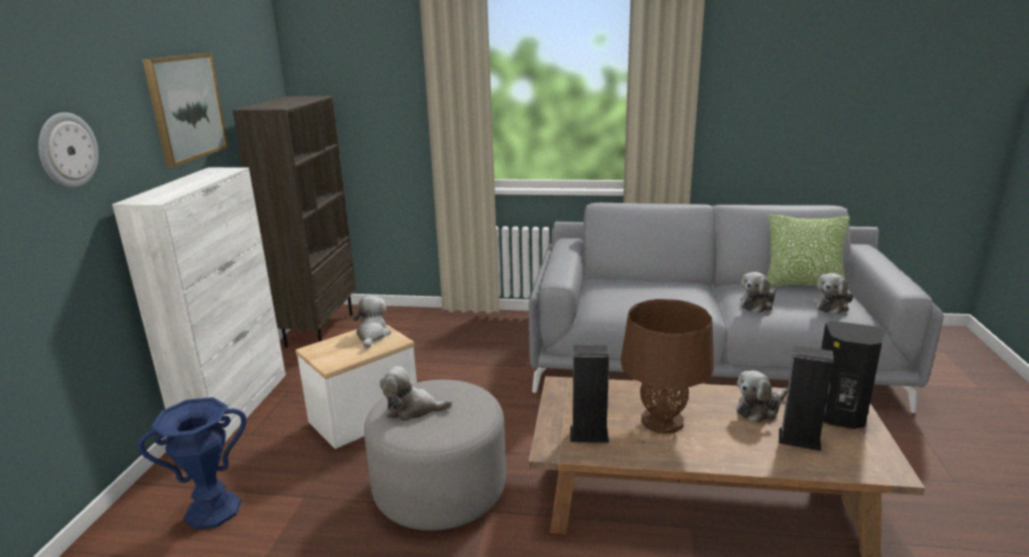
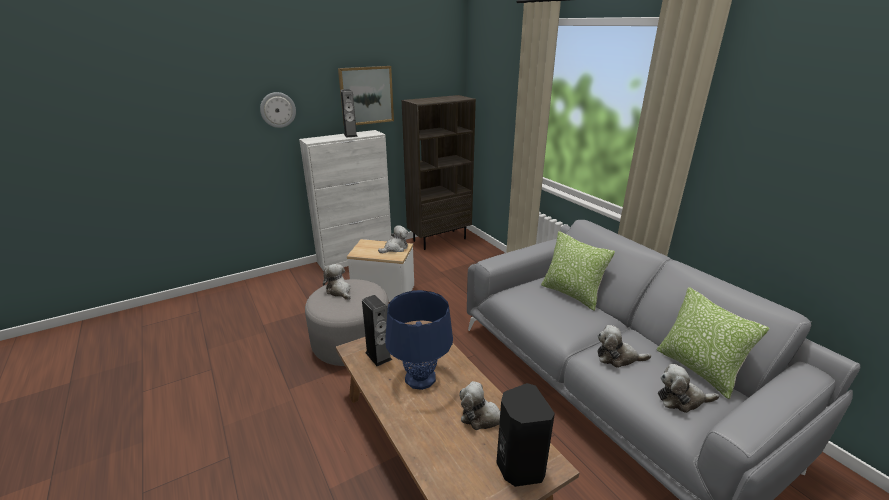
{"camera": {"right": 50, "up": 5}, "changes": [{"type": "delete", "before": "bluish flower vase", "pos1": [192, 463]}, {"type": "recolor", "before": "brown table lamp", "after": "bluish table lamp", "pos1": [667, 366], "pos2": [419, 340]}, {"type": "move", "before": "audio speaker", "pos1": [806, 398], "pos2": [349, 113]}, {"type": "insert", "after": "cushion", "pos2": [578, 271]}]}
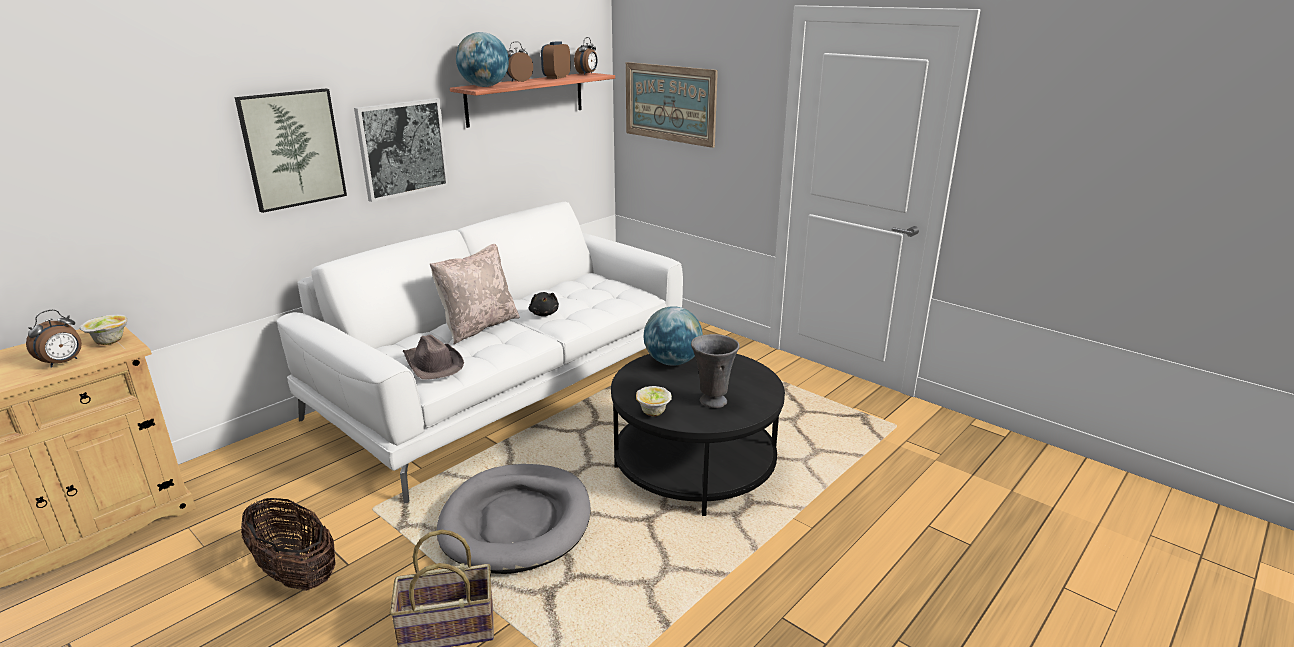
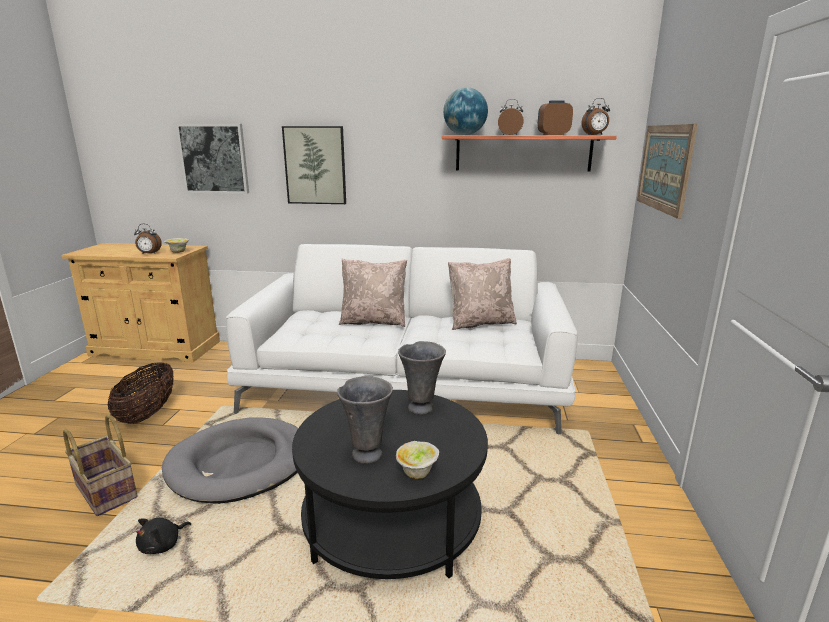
{"camera": {"right": 55, "up": -5}, "changes": [{"type": "move", "before": "wall art", "pos1": [401, 150], "pos2": [212, 159]}, {"type": "delete", "before": "brown wearable hat", "pos1": [433, 357]}, {"type": "move", "before": "blackish plush toy", "pos1": [544, 304], "pos2": [163, 536]}, {"type": "move", "before": "serving bowl", "pos1": [654, 401], "pos2": [417, 460]}, {"type": "replace", "before": "world globe", "after": "grey flower vase", "pos1": [673, 336], "pos2": [422, 378]}, {"type": "insert", "after": "sand-coloured cushion", "pos2": [482, 294]}]}
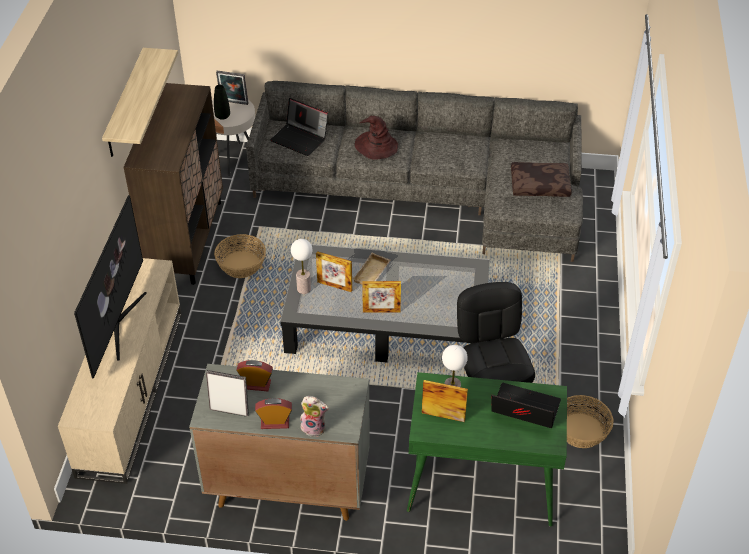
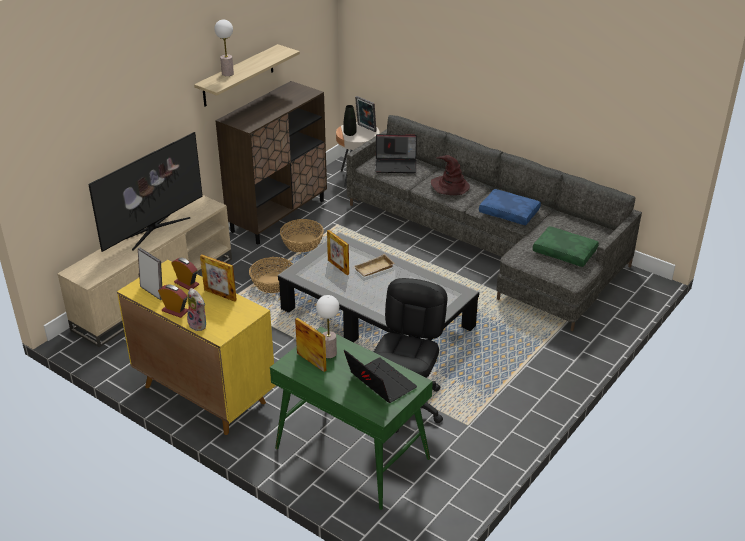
{"camera": {"right": 30, "up": -10}, "changes": [{"type": "recolor", "before": "grey cabinet", "after": "yellowish cabinet", "pos1": [279, 442], "pos2": [196, 347]}, {"type": "rotate", "before": "notebook computer", "pos1": [299, 127], "pos2": [396, 153], "turn": -60}, {"type": "move", "before": "table lamp", "pos1": [301, 266], "pos2": [224, 48]}, {"type": "move", "before": "picture frame", "pos1": [381, 296], "pos2": [218, 278]}, {"type": "recolor", "before": "brown cushion", "after": "green cushion", "pos1": [541, 179], "pos2": [566, 246]}, {"type": "move", "before": "storage basket", "pos1": [590, 421], "pos2": [271, 275]}, {"type": "insert", "after": "bluish cushion", "pos2": [510, 207]}]}
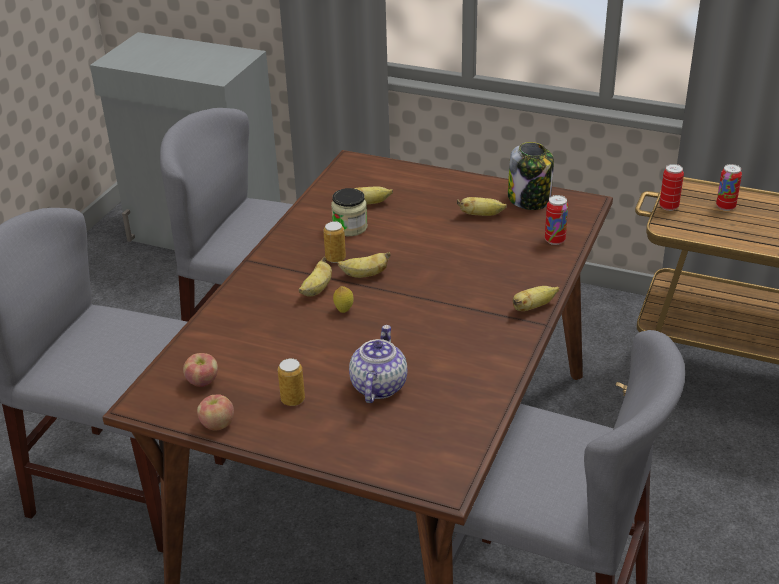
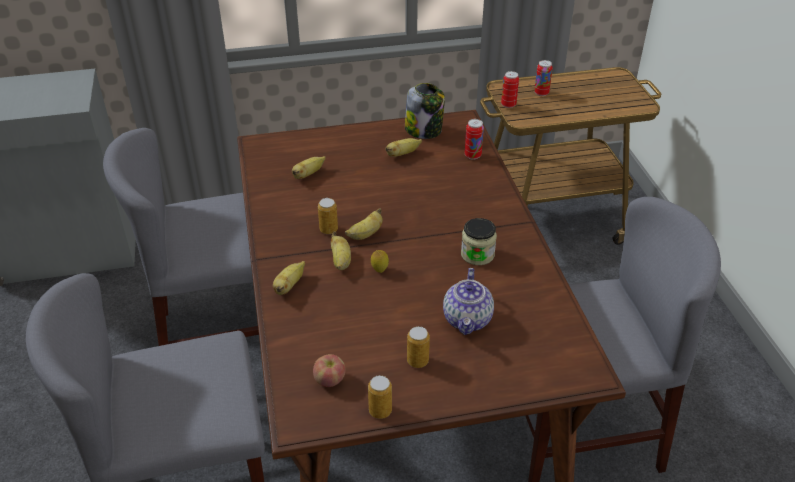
{"camera": {"right": -35, "up": 5}, "changes": [{"type": "replace", "before": "apple fruit", "after": "sealed can", "pos1": [215, 412], "pos2": [380, 397]}, {"type": "move", "before": "preserve jar", "pos1": [349, 212], "pos2": [479, 241]}, {"type": "rotate", "before": "teapot", "pos1": [378, 364], "pos2": [468, 301], "turn": -150}, {"type": "move", "before": "banana", "pos1": [536, 298], "pos2": [289, 278]}]}
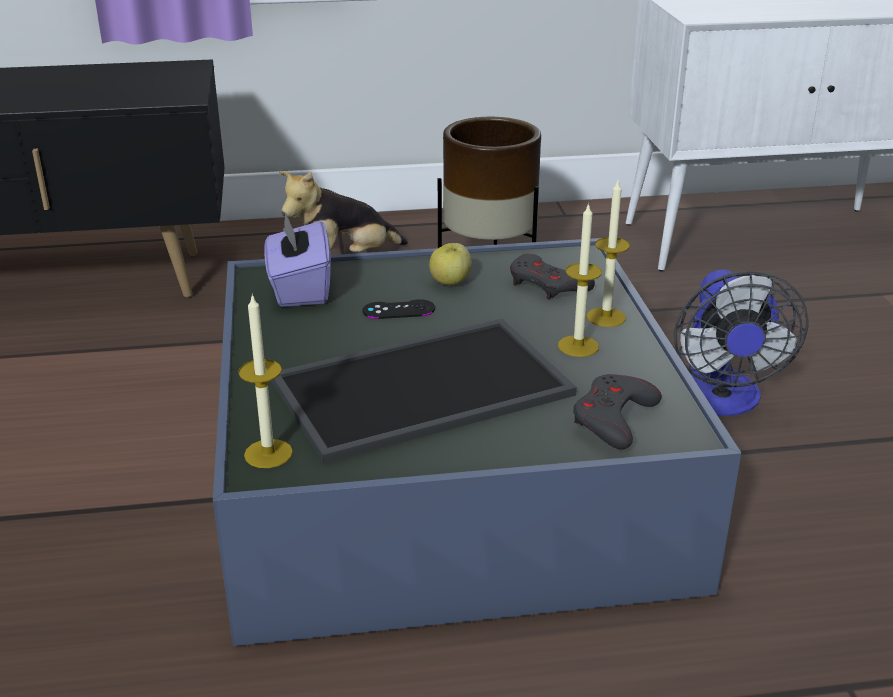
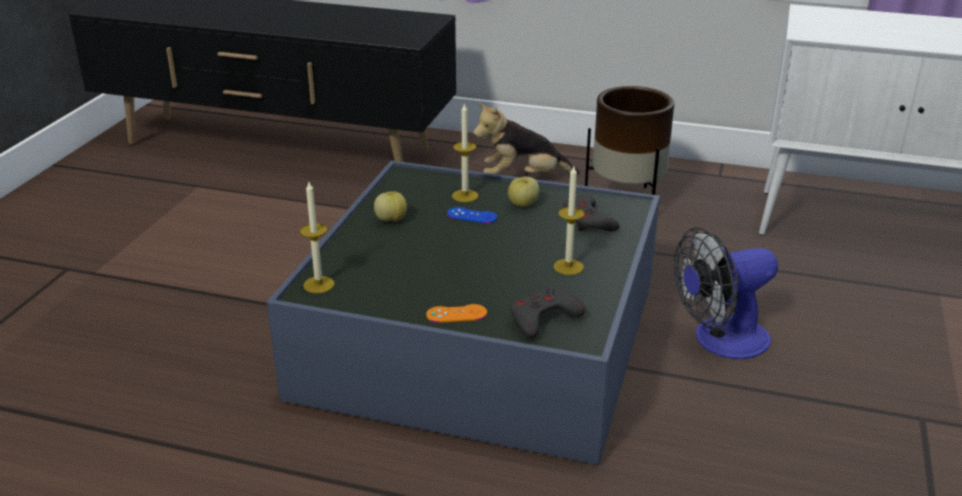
{"camera": {"right": 25, "up": 0}, "changes": [{"type": "delete", "before": "purple tissue holder", "pos1": [297, 259]}, {"type": "delete", "before": "carrying tray", "pos1": [424, 391]}, {"type": "recolor", "before": "blackish joypad", "after": "bluish joypad", "pos1": [398, 309], "pos2": [472, 215]}, {"type": "move", "before": "wax light", "pos1": [608, 254], "pos2": [465, 152]}, {"type": "rotate", "before": "fan", "pos1": [741, 342], "pos2": [726, 293], "turn": 45}, {"type": "insert", "after": "apple fruit", "pos2": [390, 206]}, {"type": "insert", "after": "orange-coloured joypad", "pos2": [456, 313]}]}
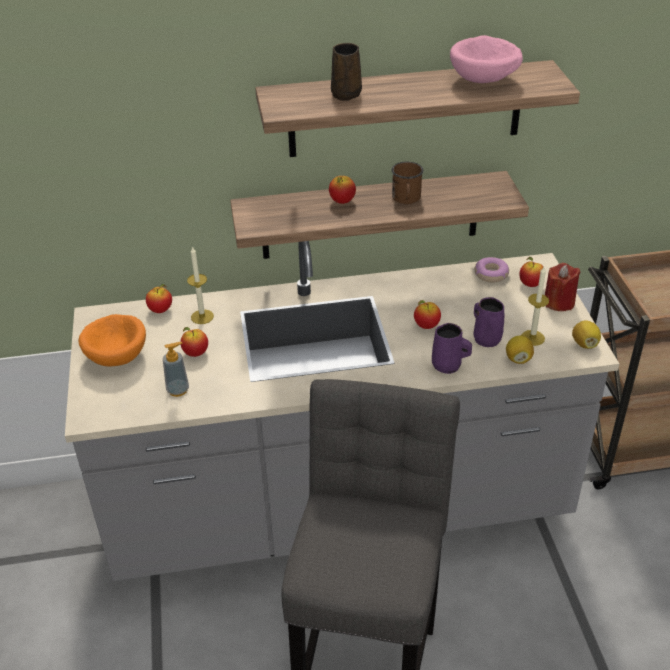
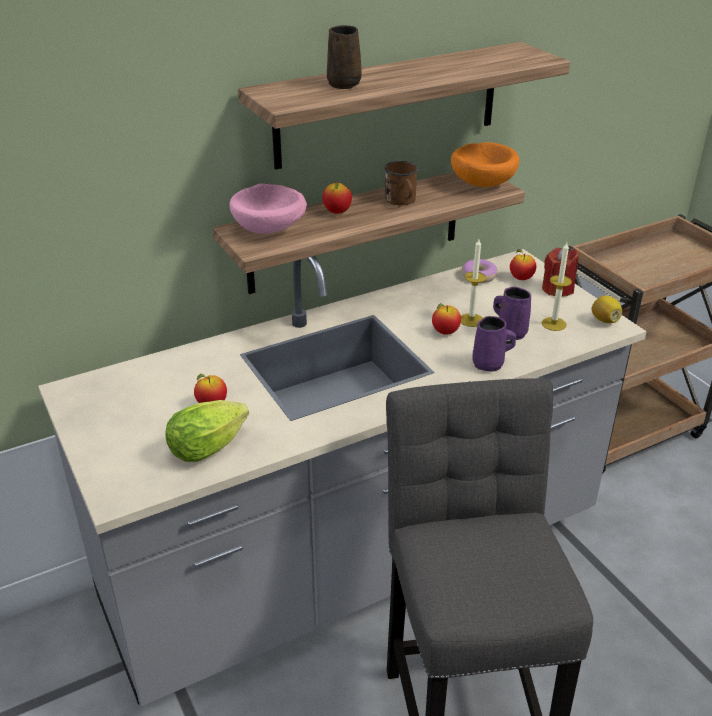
{"camera": {"right": -20, "up": -5}, "changes": [{"type": "move", "before": "orange-coloured serving bowl", "pos1": [112, 340], "pos2": [485, 164]}, {"type": "delete", "before": "apple fruit", "pos1": [159, 298]}, {"type": "replace", "before": "soap dispenser", "after": "head of lettuce", "pos1": [176, 369], "pos2": [207, 431]}, {"type": "move", "before": "wax light", "pos1": [200, 285], "pos2": [473, 283]}, {"type": "move", "before": "pink serving bowl", "pos1": [486, 59], "pos2": [268, 208]}, {"type": "delete", "before": "whole lemon", "pos1": [520, 349]}]}
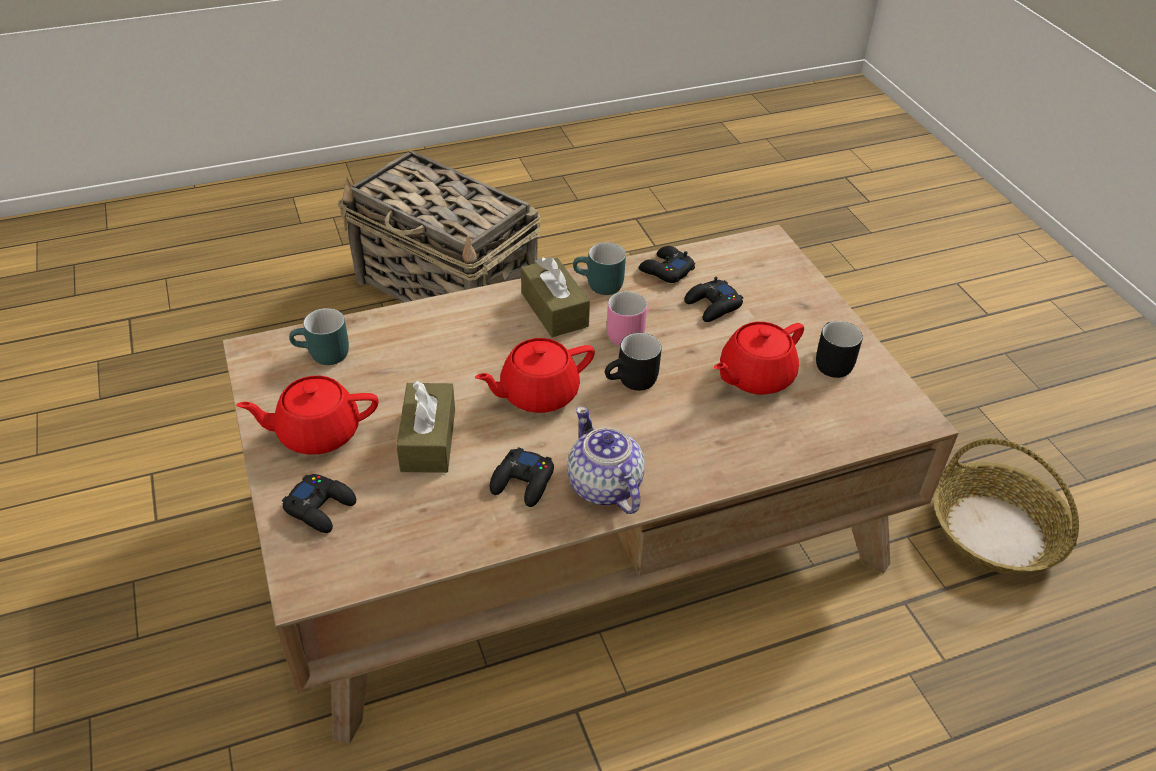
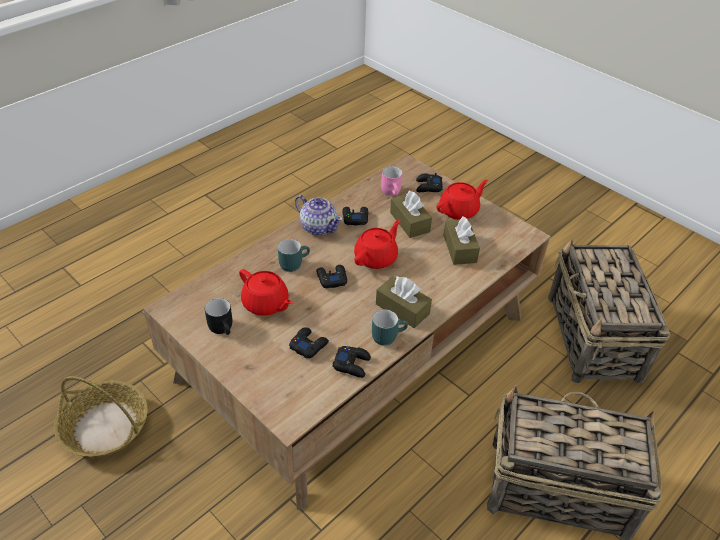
{"camera": {"right": 155, "up": 0}, "changes": [{"type": "move", "before": "blue-green tea mug", "pos1": [319, 336], "pos2": [294, 255]}, {"type": "replace", "before": "blackish tea mug", "after": "blackish joypad", "pos1": [633, 362], "pos2": [331, 277]}, {"type": "move", "before": "pink tea mug", "pos1": [627, 318], "pos2": [392, 181]}, {"type": "rotate", "before": "red-coloured teapot", "pos1": [759, 358], "pos2": [266, 292], "turn": 105}, {"type": "insert", "after": "brown tissue holder", "pos2": [461, 240]}, {"type": "insert", "after": "storage basket", "pos2": [609, 311]}]}
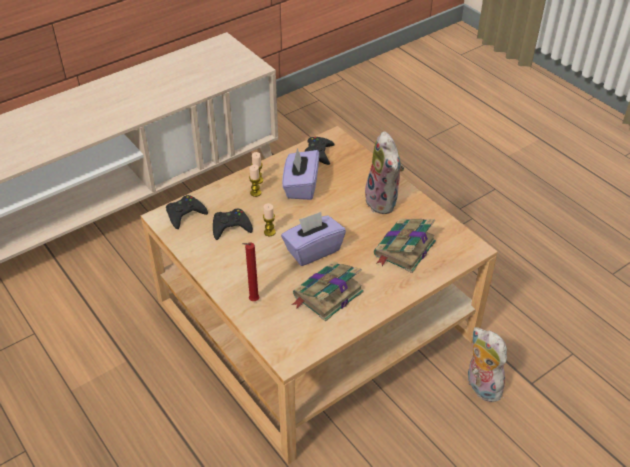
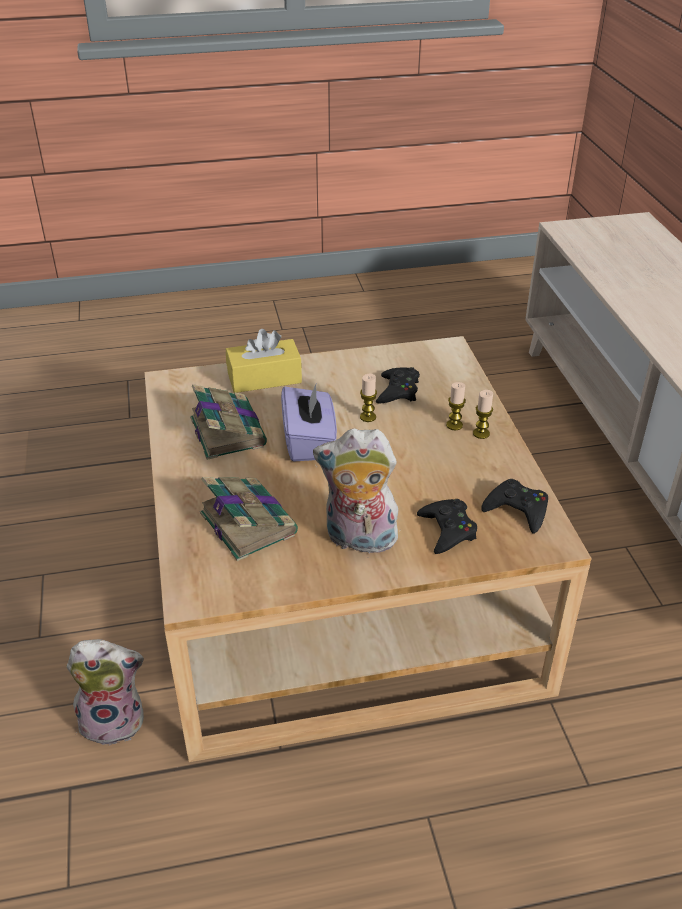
{"camera": {"right": 115, "up": -5}, "changes": [{"type": "move", "before": "blackish joypad", "pos1": [187, 212], "pos2": [447, 526]}, {"type": "replace", "before": "red-coloured wax light", "after": "yellowish tissue holder", "pos1": [251, 271], "pos2": [264, 361]}, {"type": "delete", "before": "purple tissue holder", "pos1": [300, 174]}]}
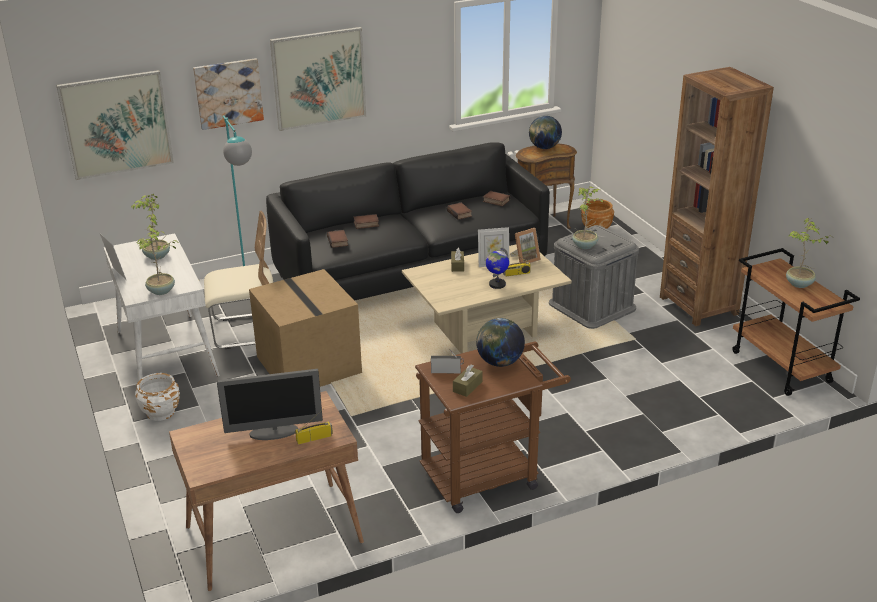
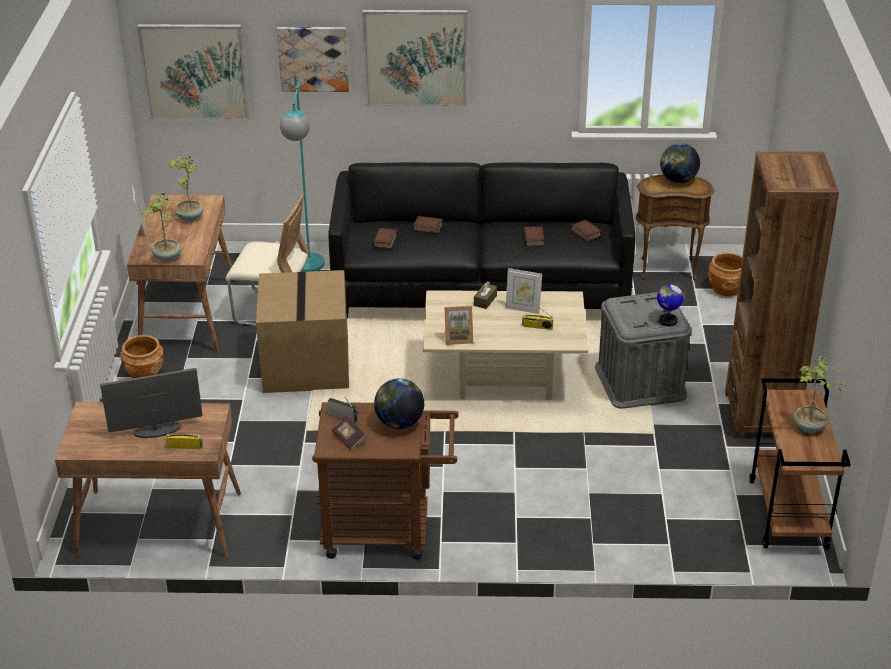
{"camera": {"right": 25, "up": 5}, "changes": [{"type": "recolor", "before": "whitish desk table", "after": "brown desk table", "pos1": [161, 307], "pos2": [181, 273]}, {"type": "recolor", "before": "whitish plant pot", "after": "brown plant pot", "pos1": [157, 397], "pos2": [142, 357]}, {"type": "rotate", "before": "computer screen", "pos1": [270, 404], "pos2": [151, 403], "turn": 150}, {"type": "replace", "before": "brown tissue holder", "after": "bound book", "pos1": [468, 380], "pos2": [349, 433]}, {"type": "move", "before": "world globe", "pos1": [497, 268], "pos2": [671, 304]}, {"type": "move", "before": "picture frame", "pos1": [525, 245], "pos2": [458, 325]}, {"type": "delete", "before": "potted plant", "pos1": [587, 217]}]}
